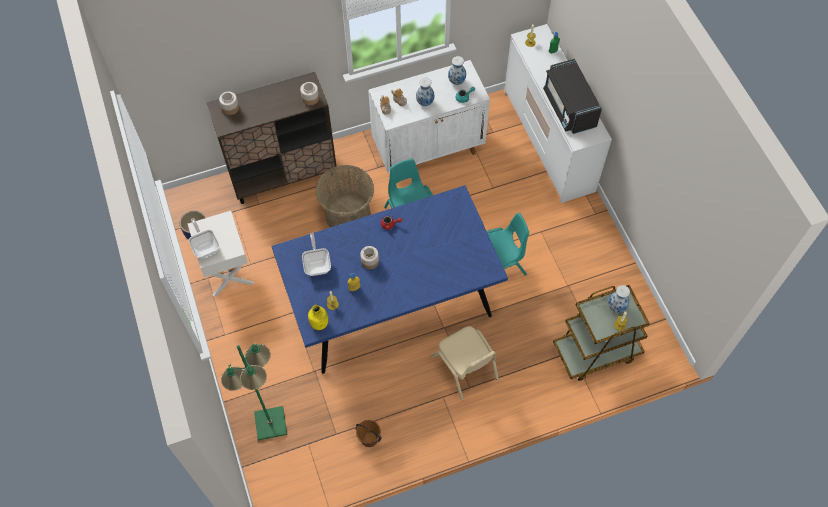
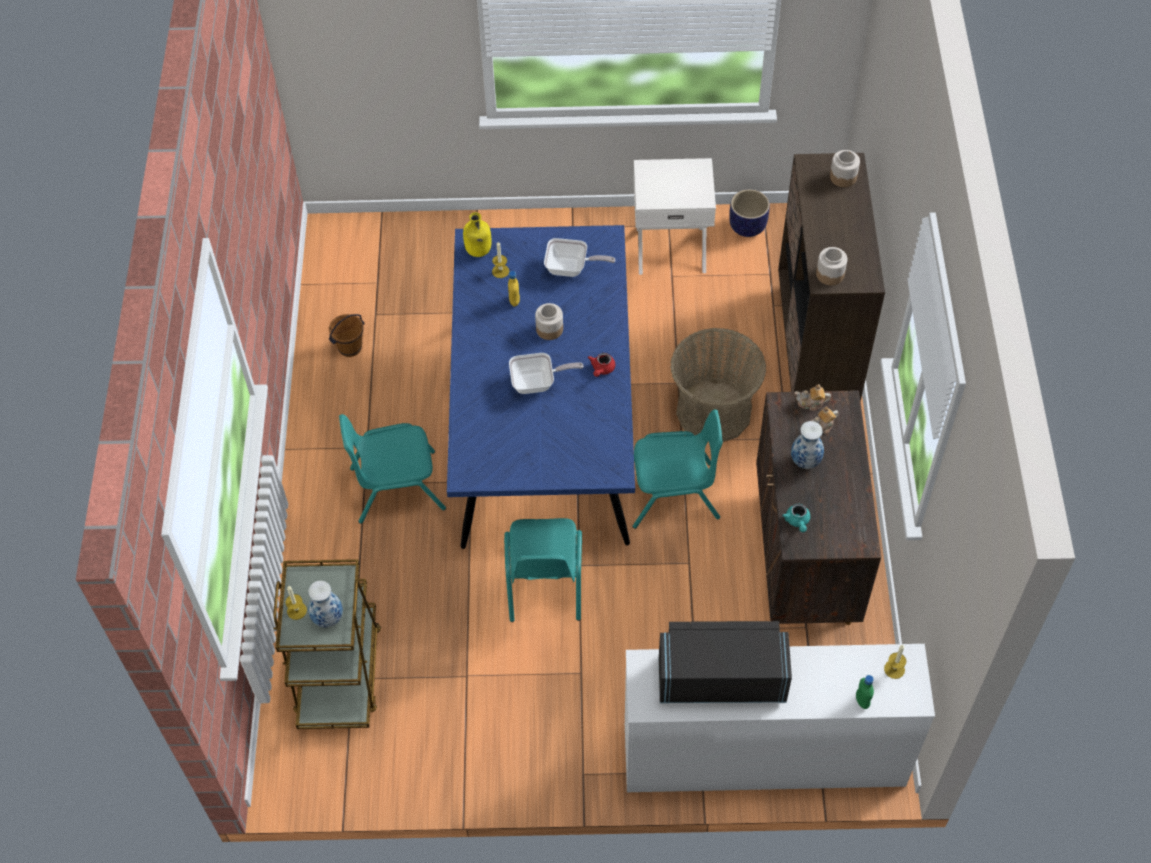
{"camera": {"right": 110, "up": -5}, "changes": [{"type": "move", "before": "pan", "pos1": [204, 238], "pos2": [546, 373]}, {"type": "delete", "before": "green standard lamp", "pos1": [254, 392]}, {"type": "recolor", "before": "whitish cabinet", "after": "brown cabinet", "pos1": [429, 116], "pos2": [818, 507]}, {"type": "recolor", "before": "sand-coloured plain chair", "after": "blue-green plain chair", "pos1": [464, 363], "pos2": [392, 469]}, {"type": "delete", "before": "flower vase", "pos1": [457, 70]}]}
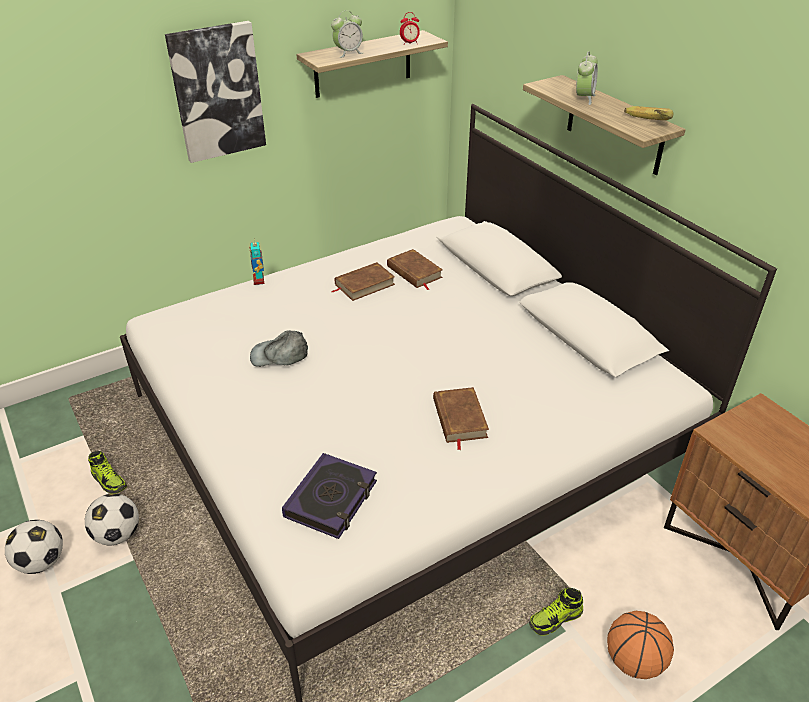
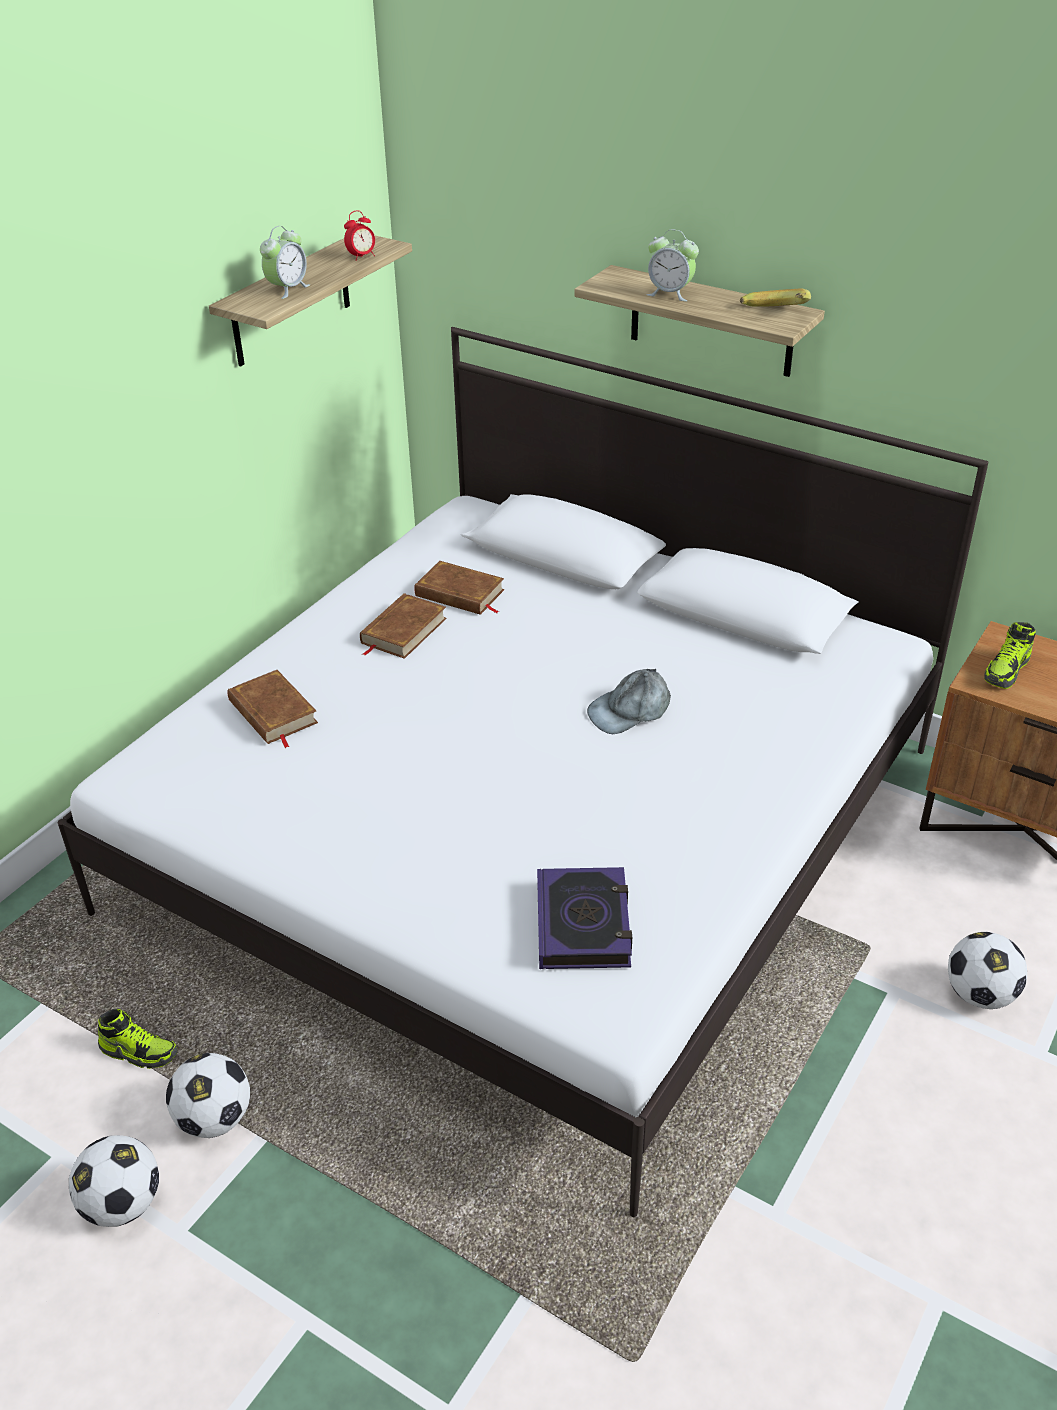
{"camera": {"right": -25, "up": 0}, "changes": [{"type": "delete", "before": "wall art", "pos1": [215, 92]}, {"type": "delete", "before": "robot figure", "pos1": [256, 263]}, {"type": "move", "before": "grey baseball cap", "pos1": [279, 349], "pos2": [629, 701]}, {"type": "move", "before": "brown bound book", "pos1": [461, 418], "pos2": [272, 709]}, {"type": "move", "before": "low shoe", "pos1": [556, 612], "pos2": [1010, 655]}, {"type": "rotate", "before": "table clock", "pos1": [587, 78], "pos2": [673, 265], "turn": 120}, {"type": "replace", "before": "basketball", "after": "football", "pos1": [640, 645], "pos2": [987, 970]}]}
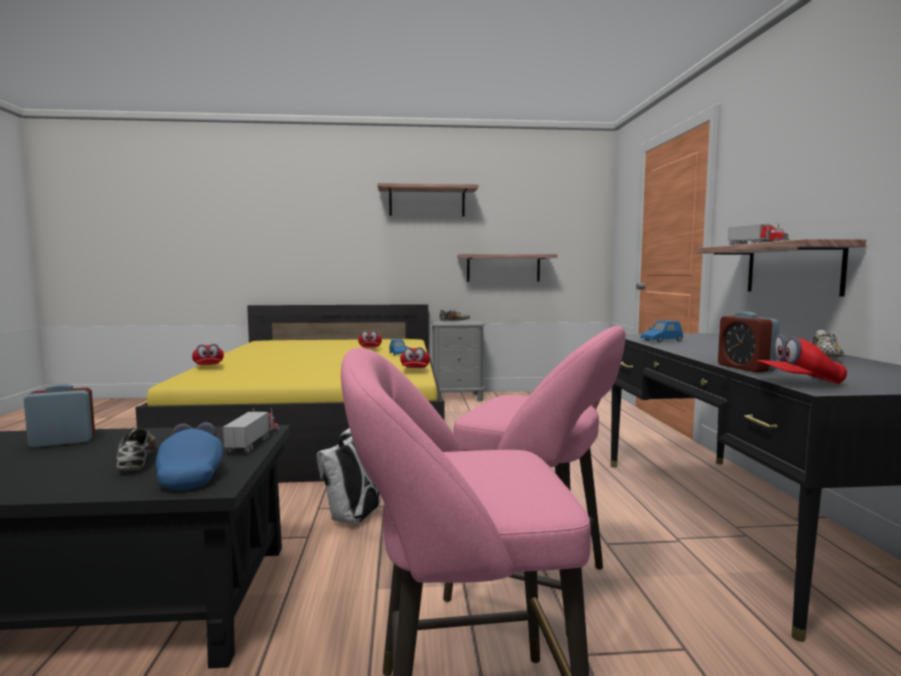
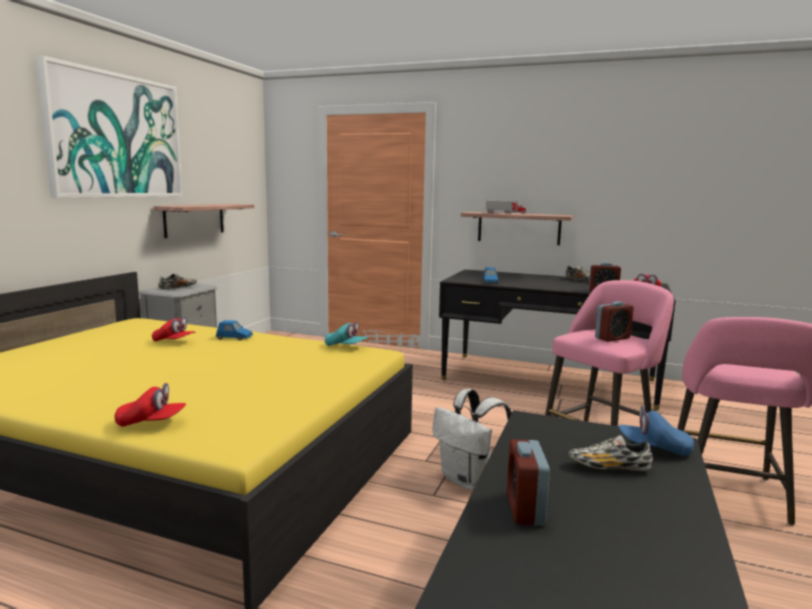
{"camera": {"right": -65, "up": 5}, "changes": [{"type": "delete", "before": "toy truck", "pos1": [251, 431]}, {"type": "replace", "before": "bracket shelf", "after": "wall art", "pos1": [428, 199], "pos2": [109, 126]}, {"type": "recolor", "before": "red-coloured baseball cap", "after": "blue-green baseball cap", "pos1": [415, 357], "pos2": [346, 334]}, {"type": "insert", "after": "table clock", "pos2": [614, 321]}]}
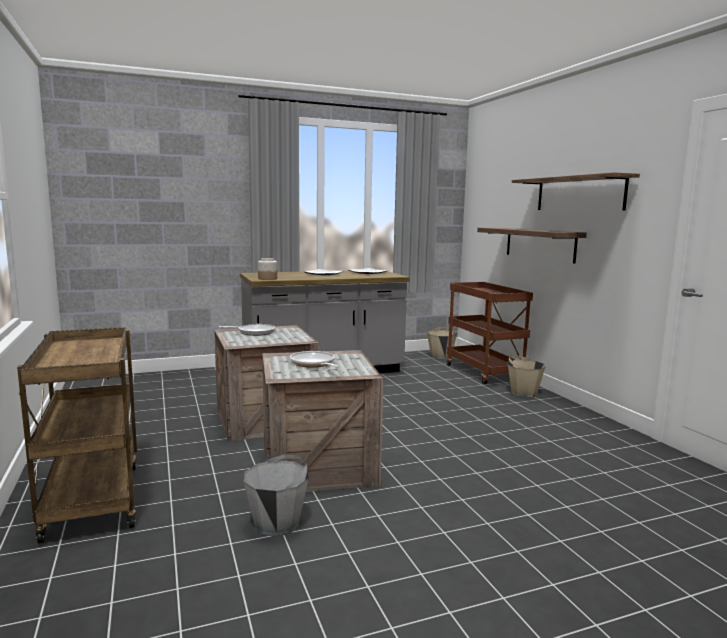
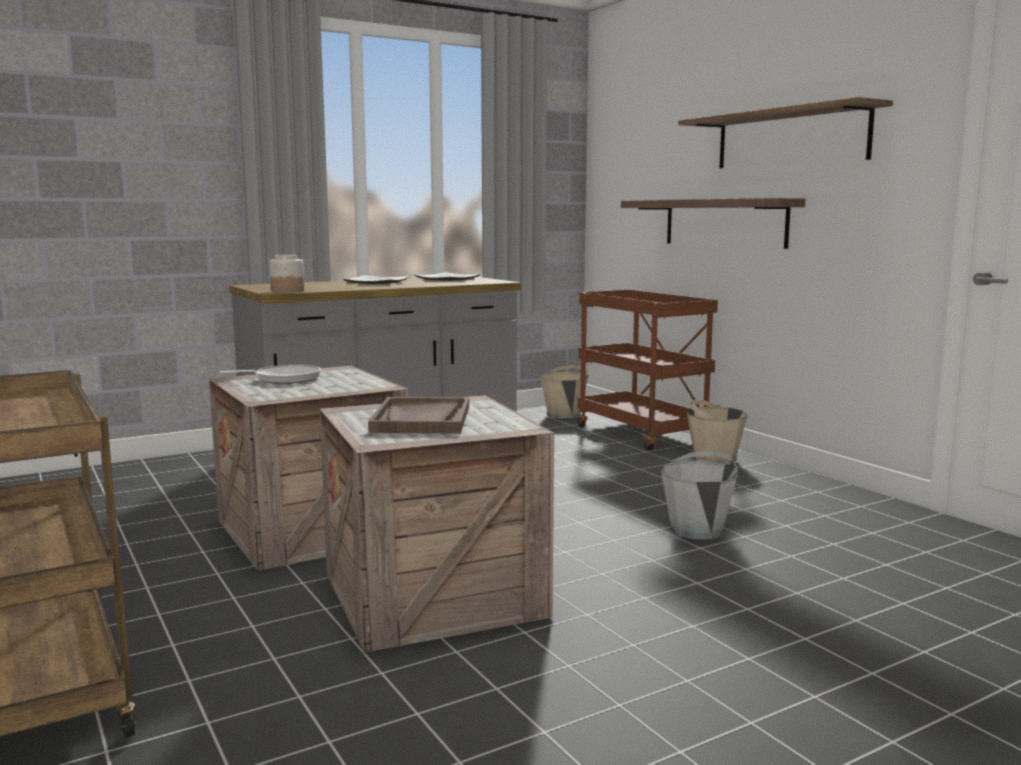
{"camera": {"right": -10, "up": 0}, "changes": [{"type": "move", "before": "grey pail", "pos1": [276, 495], "pos2": [699, 495]}, {"type": "replace", "before": "pan", "after": "brown carrying tray", "pos1": [315, 359], "pos2": [418, 415]}]}
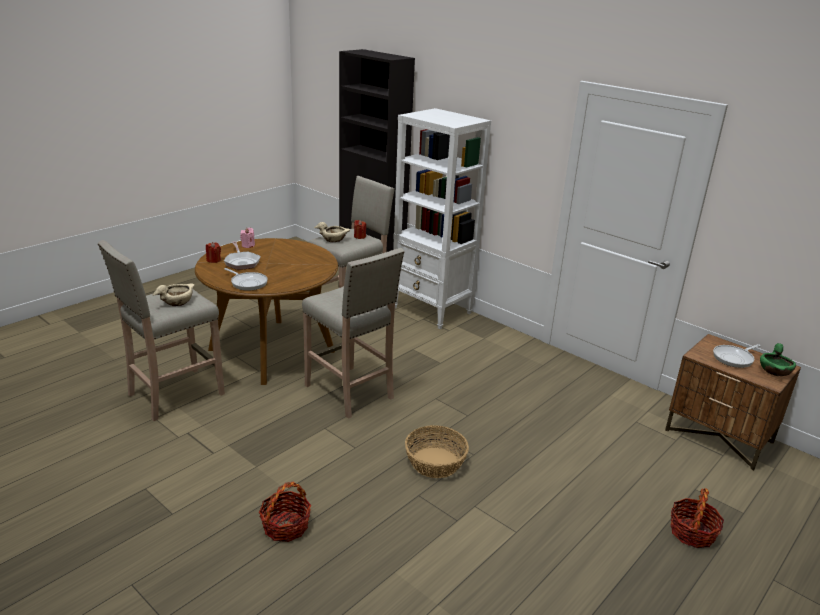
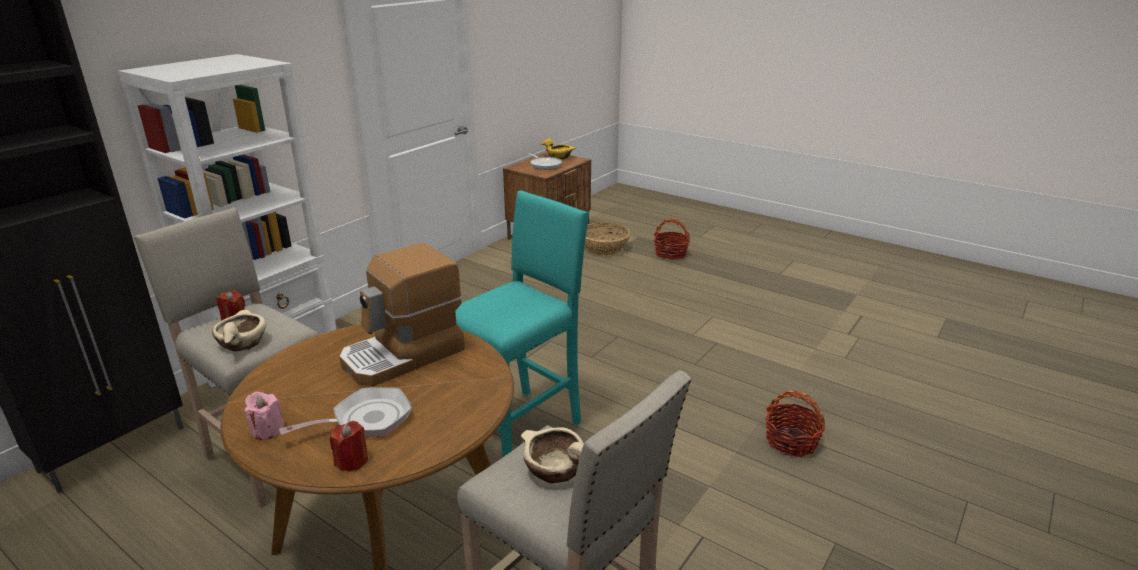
{"camera": {"right": -95, "up": 0}, "changes": [{"type": "delete", "before": "pan", "pos1": [246, 279]}, {"type": "recolor", "before": "sand-coloured sitting stool", "after": "blue-green sitting stool", "pos1": [353, 333], "pos2": [522, 323]}, {"type": "move", "before": "storage basket", "pos1": [437, 451], "pos2": [607, 239]}, {"type": "recolor", "before": "green serving bowl", "after": "yellowish serving bowl", "pos1": [778, 359], "pos2": [558, 149]}, {"type": "insert", "after": "coffee maker", "pos2": [402, 314]}]}
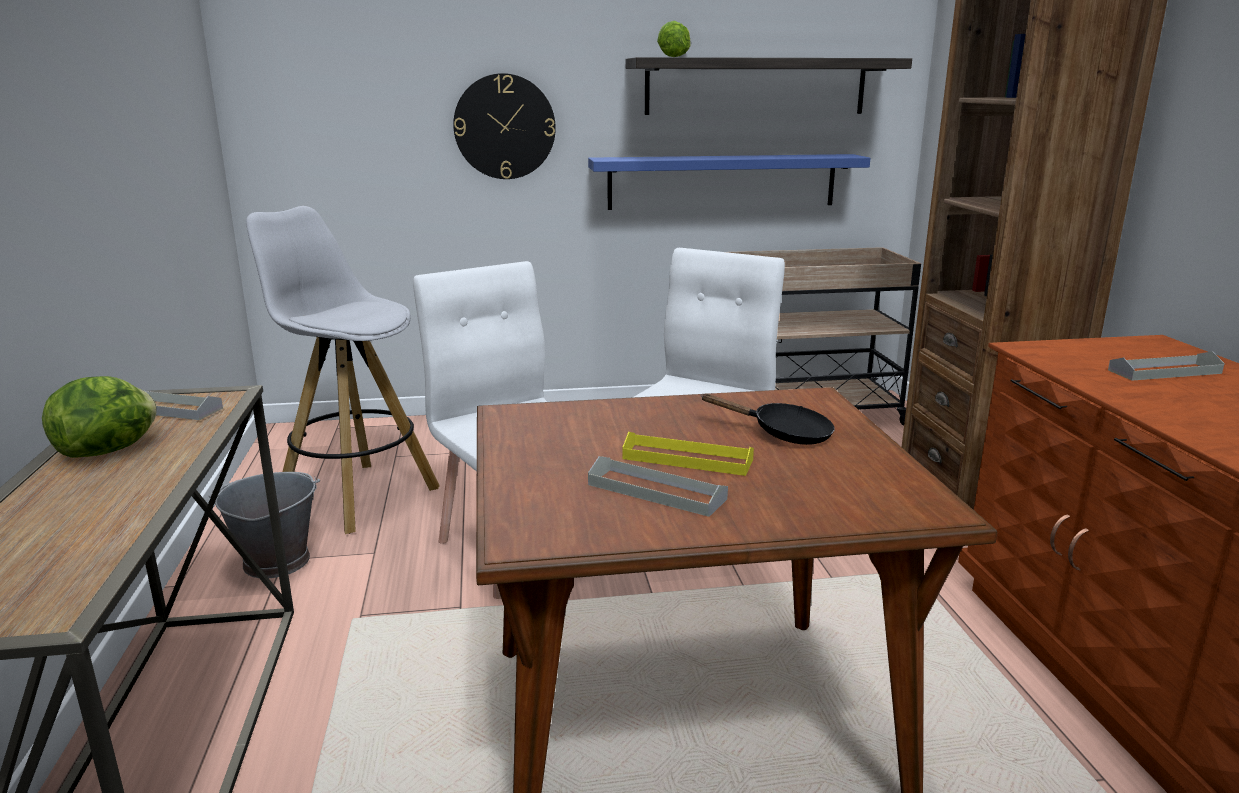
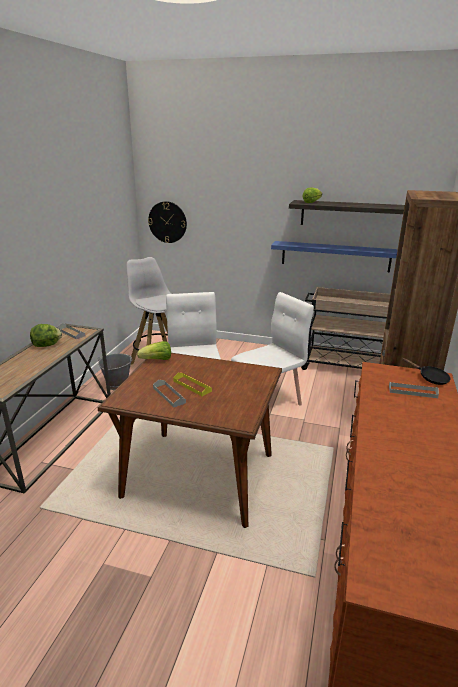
{"camera": {"right": 25, "up": 5}, "changes": [{"type": "move", "before": "clock on the wall", "pos1": [504, 126], "pos2": [167, 222]}, {"type": "move", "before": "blackish pan", "pos1": [767, 419], "pos2": [426, 371]}, {"type": "insert", "after": "head of lettuce", "pos2": [154, 350]}]}
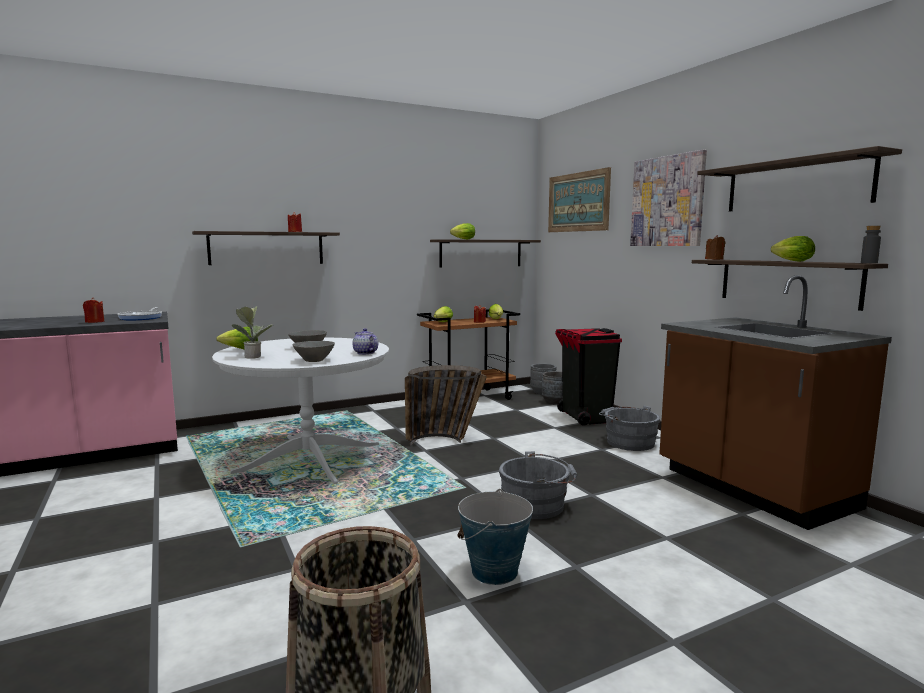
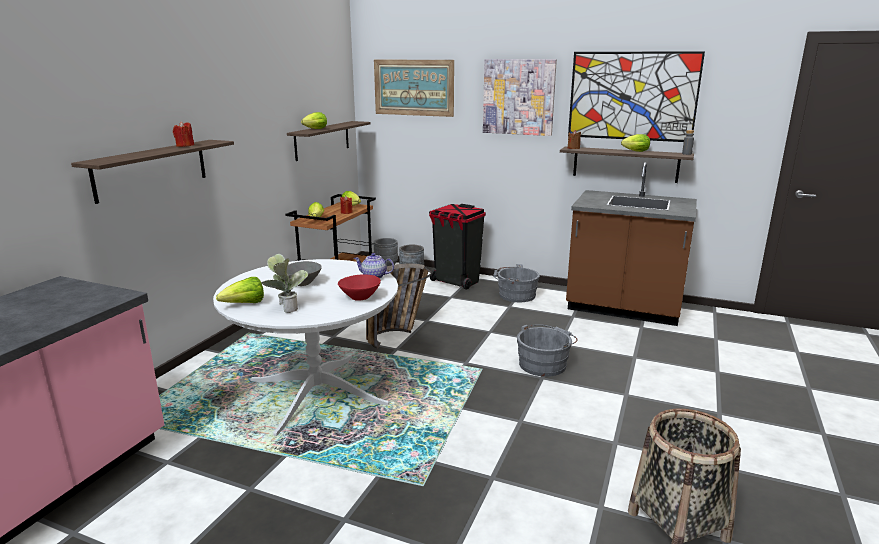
{"camera": {"right": -40, "up": 10}, "changes": [{"type": "delete", "before": "red-coloured wax light", "pos1": [94, 310]}, {"type": "delete", "before": "pan", "pos1": [139, 313]}, {"type": "recolor", "before": "grey serving bowl", "after": "red-coloured serving bowl", "pos1": [314, 351], "pos2": [359, 288]}, {"type": "delete", "before": "pail", "pos1": [495, 537]}, {"type": "replace", "before": "bracket shelf", "after": "wall art", "pos1": [799, 178], "pos2": [636, 96]}]}
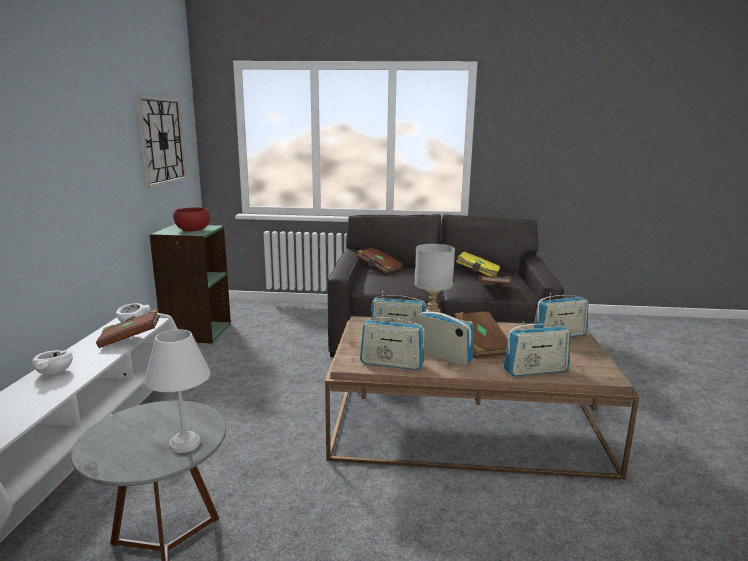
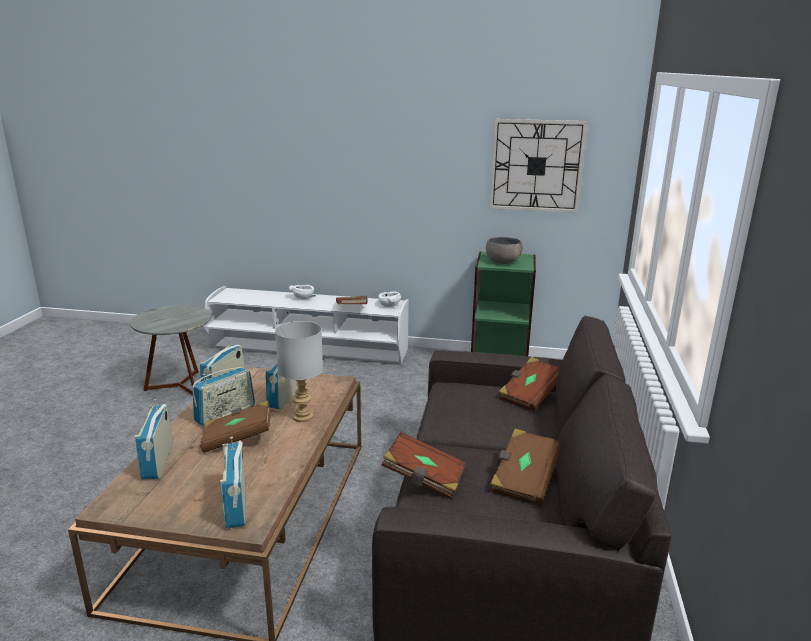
{"camera": {"right": 95, "up": 5}, "changes": [{"type": "delete", "before": "whitish table lamp", "pos1": [177, 391]}, {"type": "recolor", "before": "red-coloured serving bowl", "after": "grey serving bowl", "pos1": [191, 219], "pos2": [504, 250]}, {"type": "recolor", "before": "yellowish bound book", "after": "brown bound book", "pos1": [478, 263], "pos2": [525, 466]}]}
